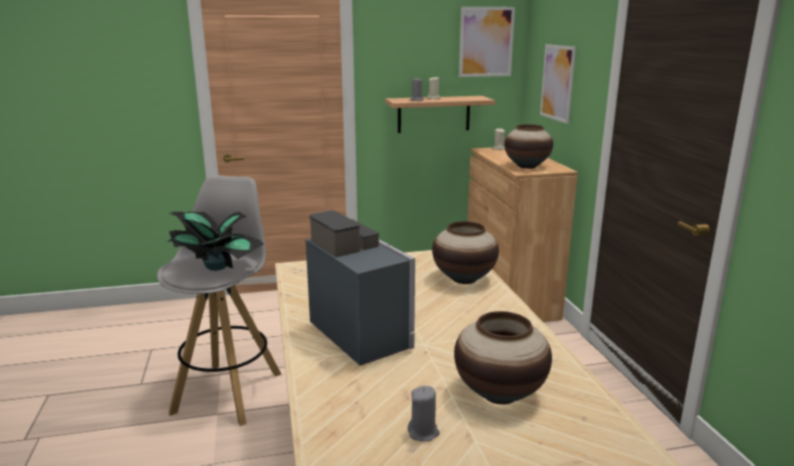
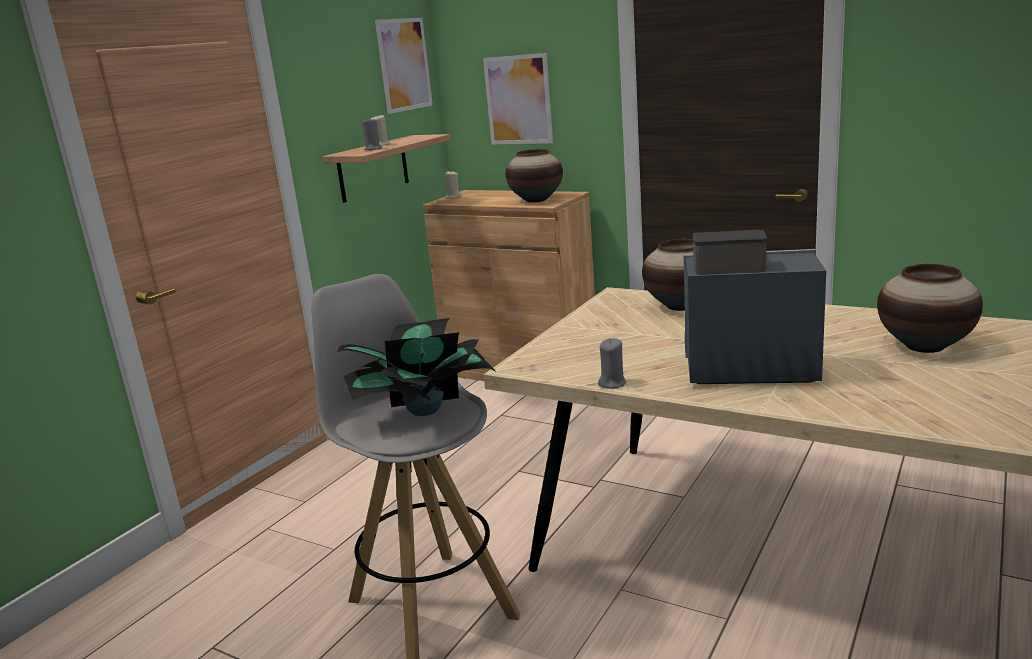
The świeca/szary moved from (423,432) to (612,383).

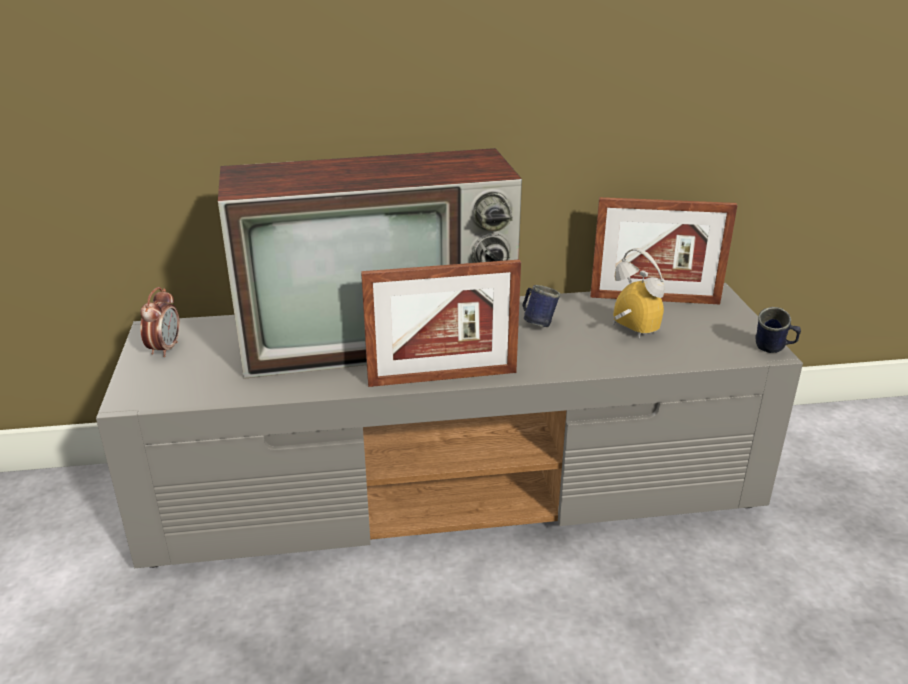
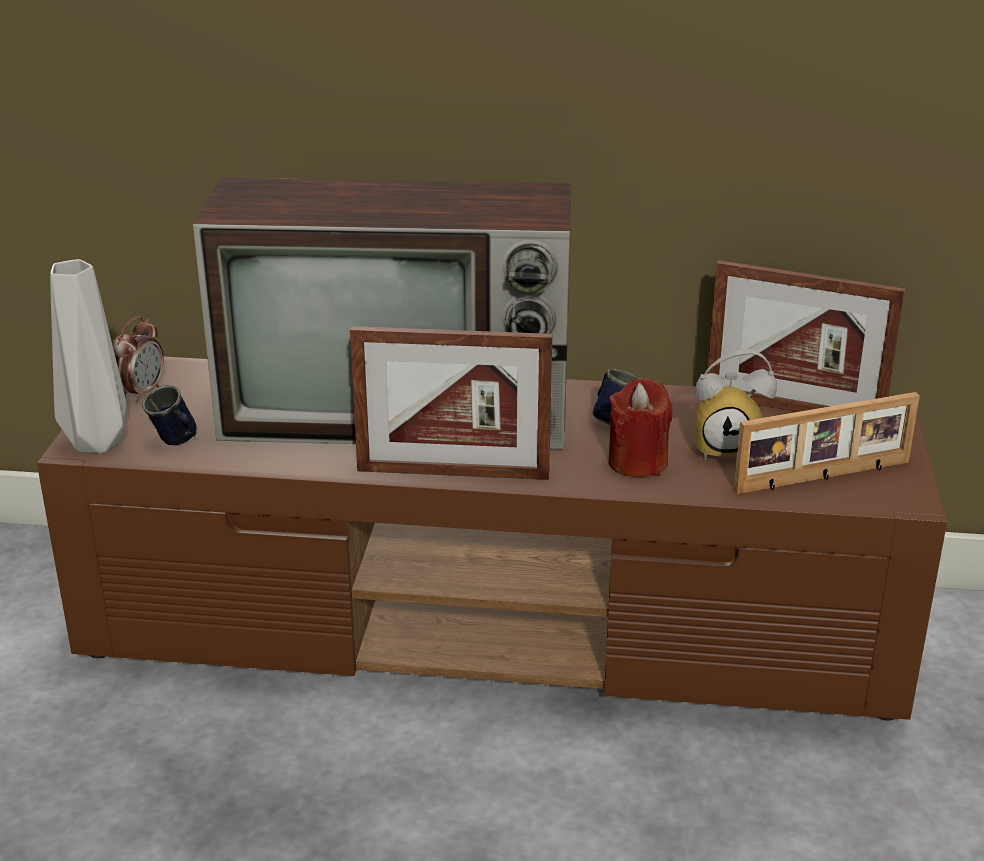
The wazon/szary at (96,445) appeared. The świeca/czerwony at (637,462) appeared. The ramka na zdjęcie at (824,477) appeared. The kubek/niebieski moved from (773,350) to (177,443). The szafka pod telewizor/szary at (457,488) became the szafka pod telewizor/brązowy at (497,628). The budzik at (628,331) turned 120 degrees clockwise.

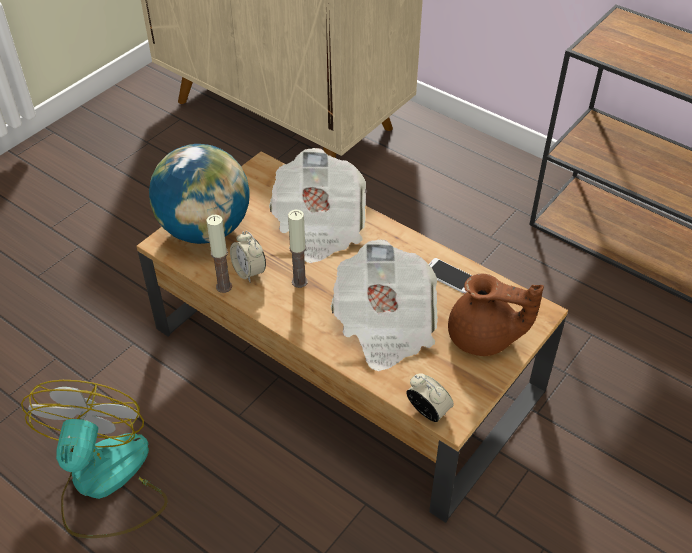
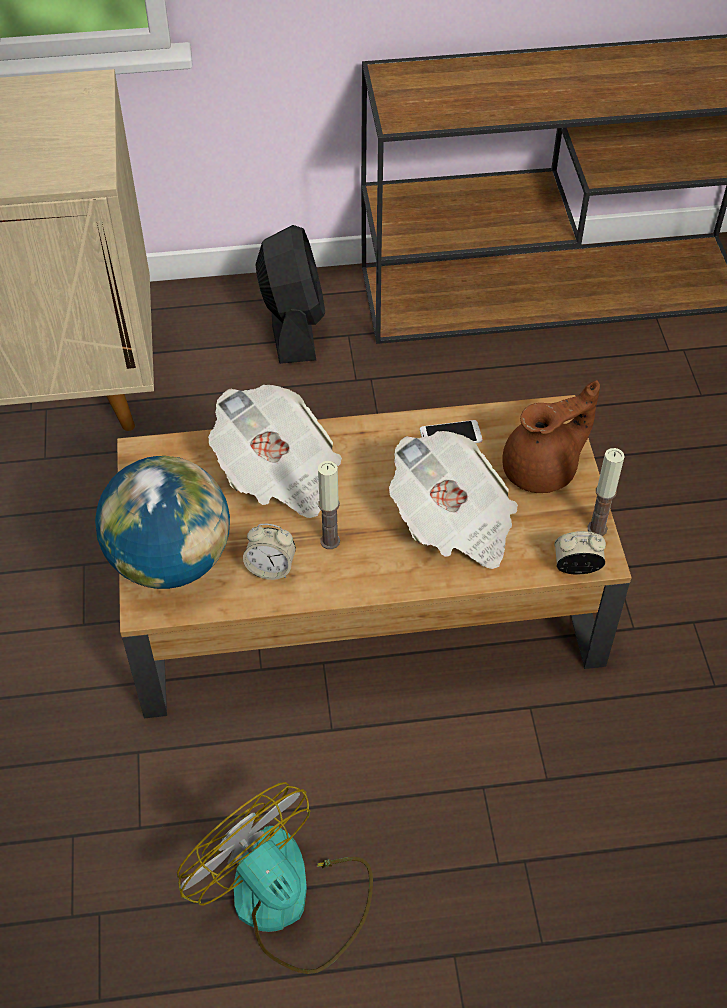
The wentylator/czarny at (293,324) appeared. The świeca moved from (224,286) to (597,528).

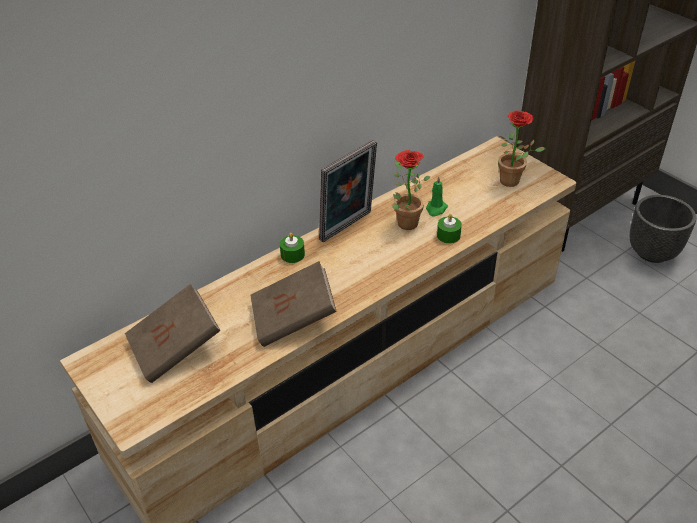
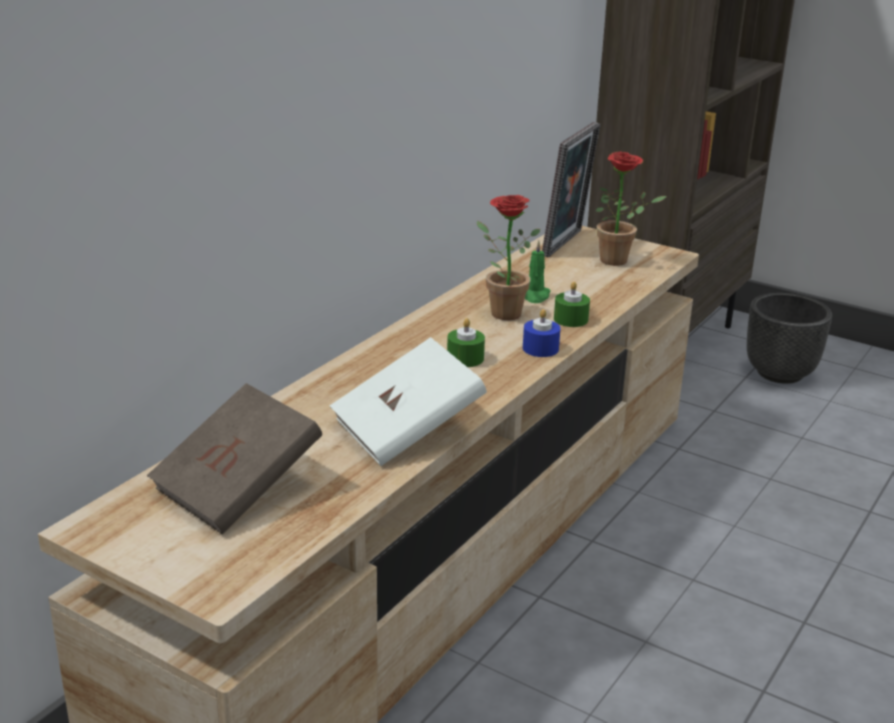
The świeca/niebieski at (540,348) appeared. The świeca/zielony moved from (292,255) to (465,358). The ramka na zdjęcie moved from (348,227) to (567,244). The książka/brązowy at (293,319) became the książka/biały at (407,430).

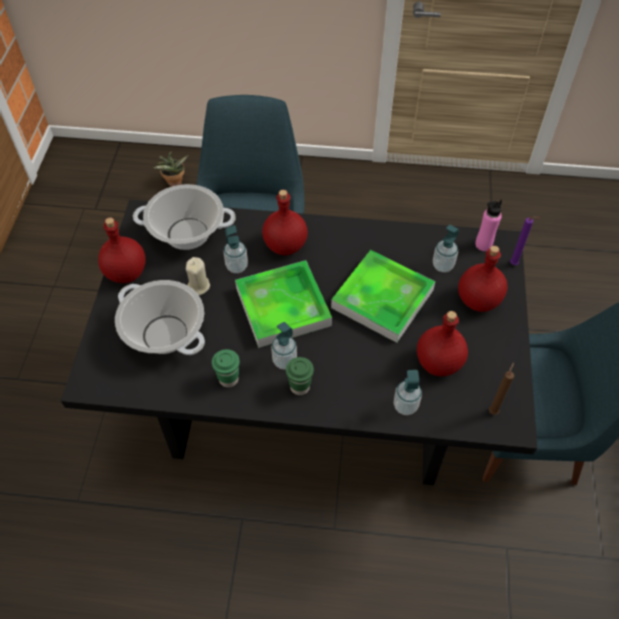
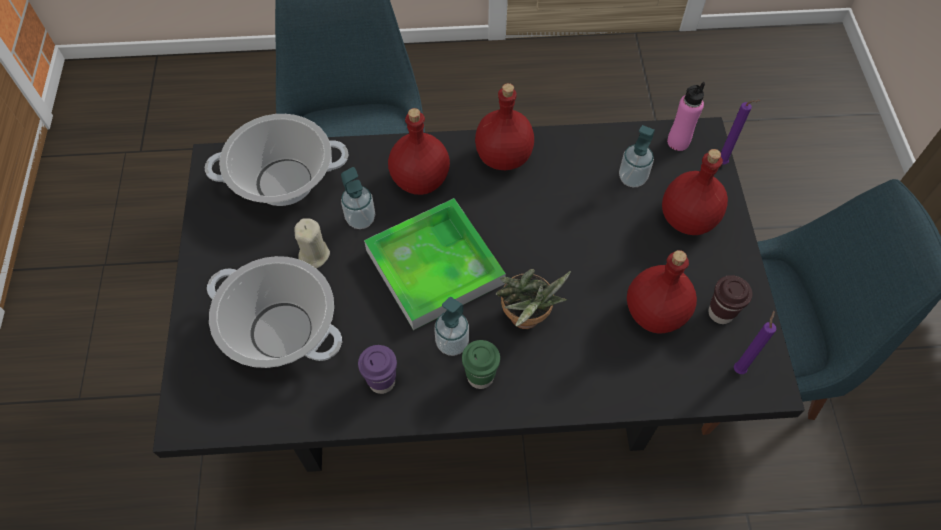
The taca at (382,299) disappeared. The dozownik mydła at (405,406) disappeared. The filiżanka/brązowy at (720,313) appeared. The butelka/czerwony moved from (127,273) to (504,157). The roślina doniczkowa moved from (174,183) to (526,320). The filiżanka/zielony at (228,379) became the filiżanka/fioletowy at (382,381). The świeca/brązowy at (493,410) became the świeca/fioletowy at (739,368).

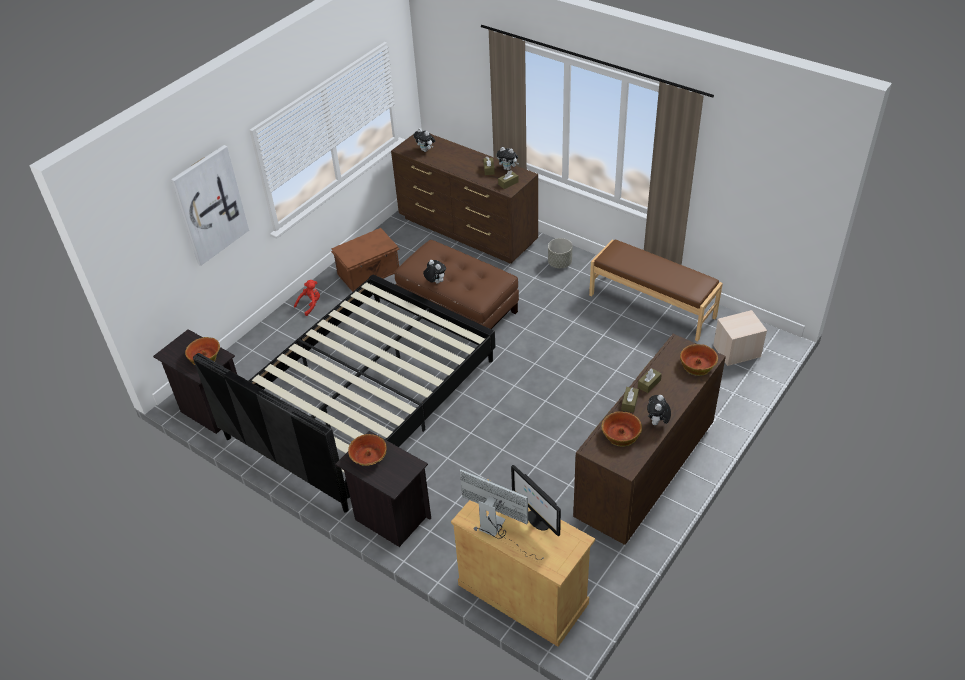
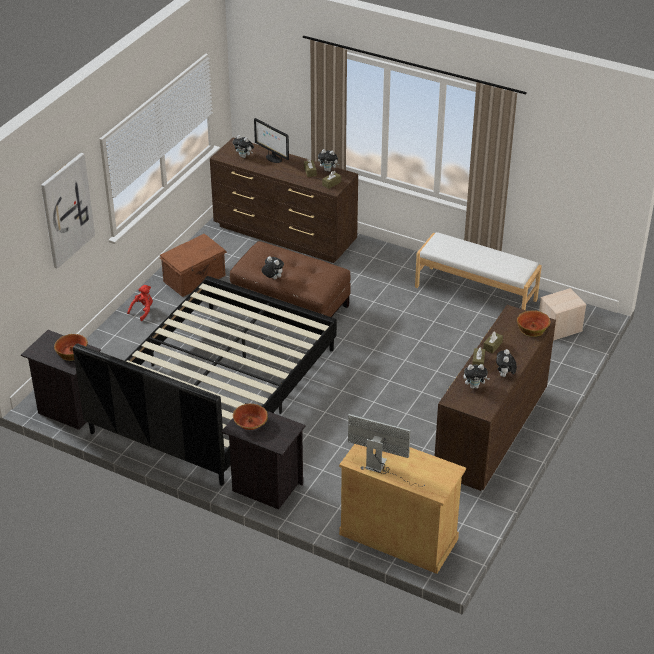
The donica/szary at (560,263) disappeared. The monitor moved from (537,520) to (273,158). The miska at (621,433) was replaced by the pluszak at (474,386). The ławka/brązowy at (652,305) became the ławka/biały at (476,293).

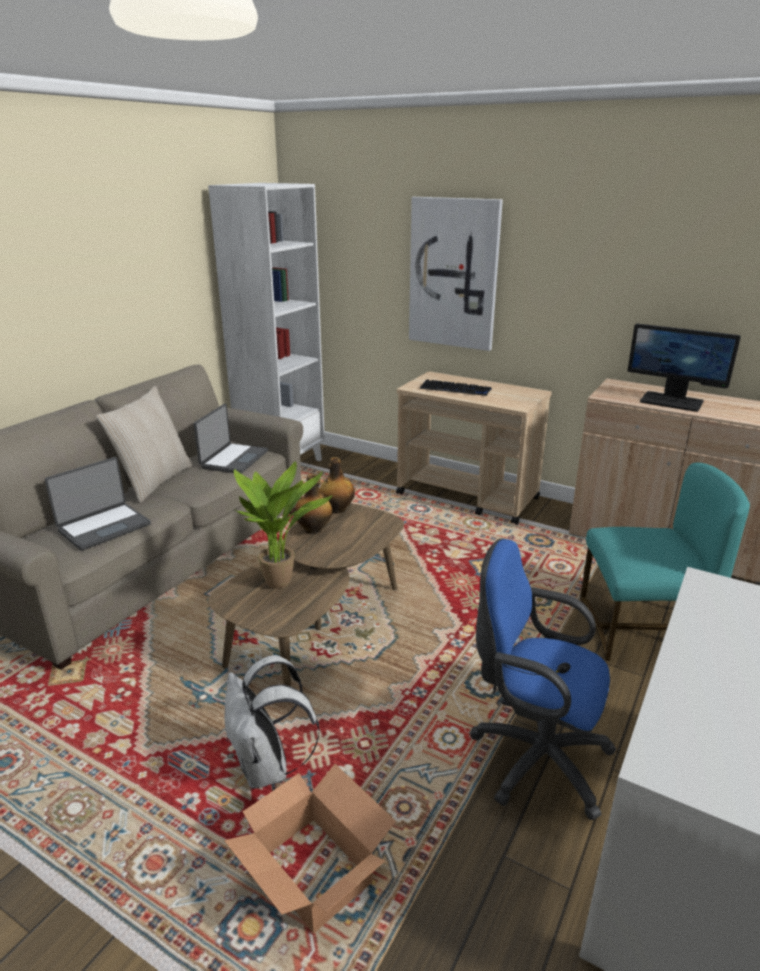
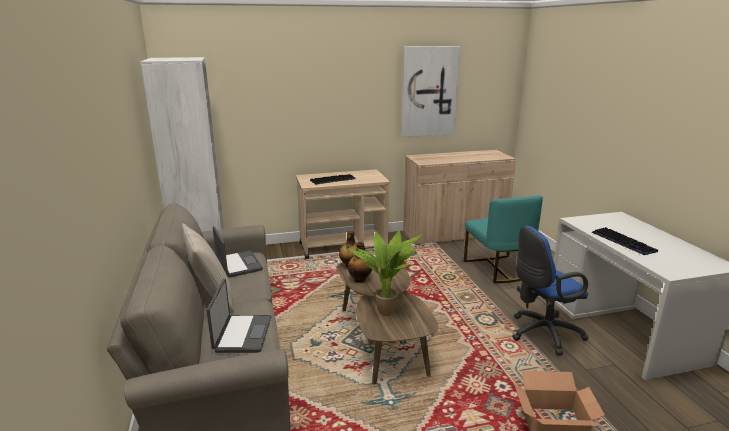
The plecak/biały at (267,767) disappeared. The monitor at (672,401) disappeared. The klawiatura at (623,242) appeared. The obraz moved from (454,274) to (429,91). The krzesło/turkusowy at (642,628) turned 120 degrees clockwise.

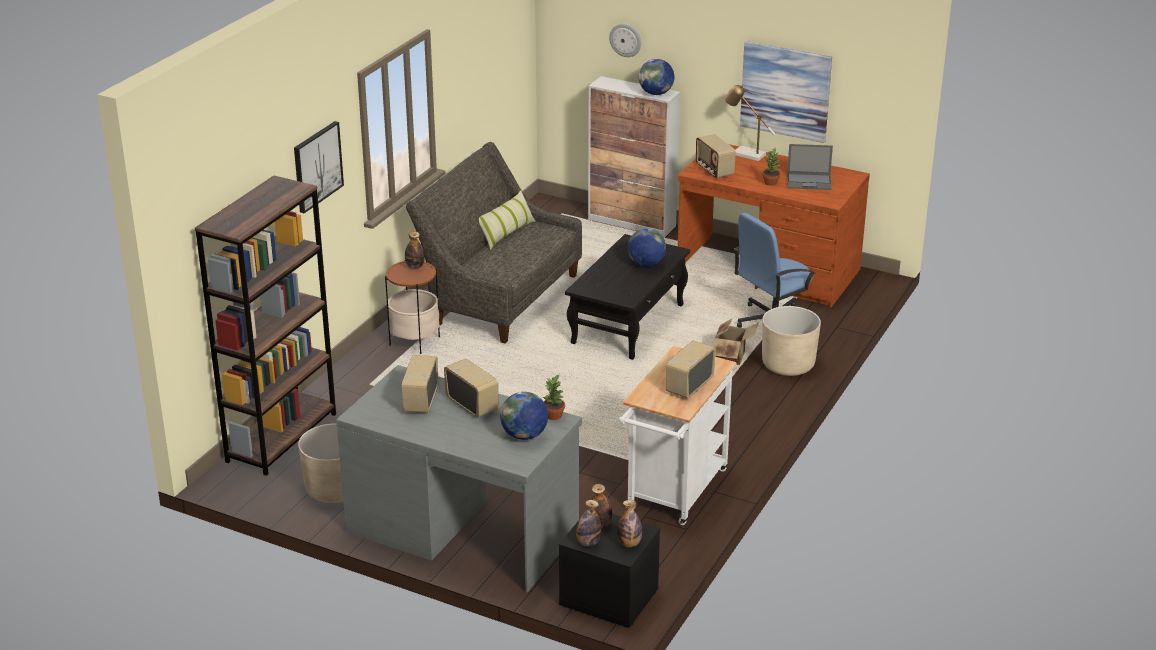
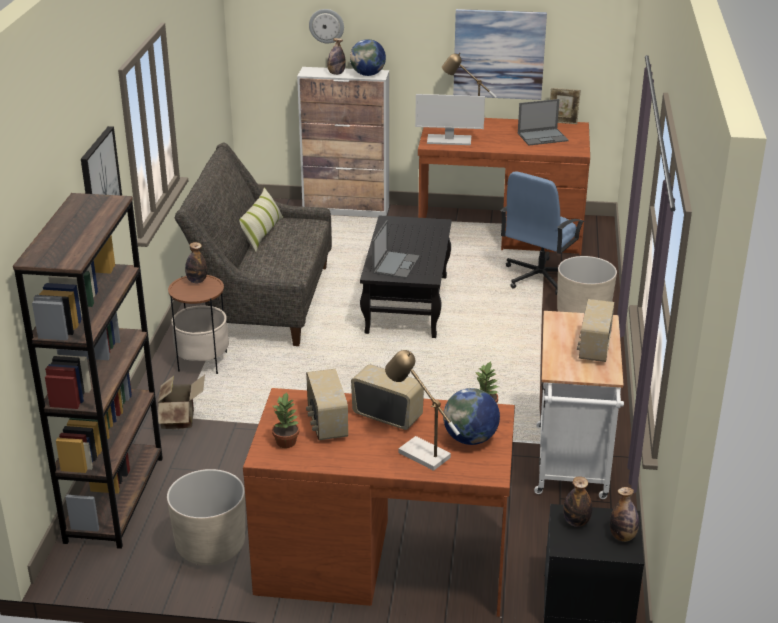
The globus at (646,264) disappeared. The laptop at (396,264) appeared. The lampa stołowa at (418,453) appeared. The ramka na zdjęcie at (562,122) appeared. The butelka moved from (588,542) to (336,73). The karton moved from (732,357) to (181,419). The roślina doniczkowa moved from (771,183) to (287,442). The radio at (714,171) was replaced by the monitor at (448,140). The biurko/szary at (462,530) became the biurko/brązowy at (382,560).

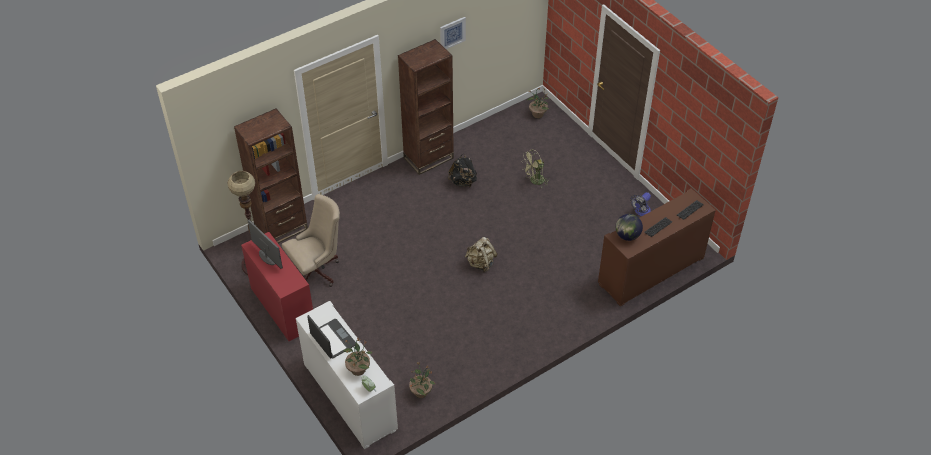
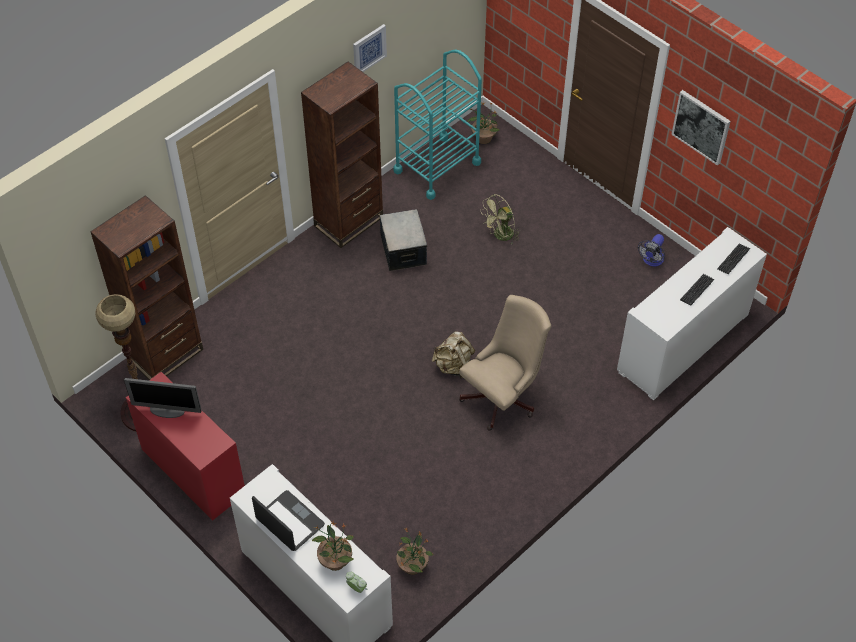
The globus at (627,236) disappeared. The wózek/turkusowy at (437,167) appeared. The obraz at (701,126) appeared. The krzesło biurowe/beżowy moved from (317,270) to (503,396). The plecak/czarny at (463,182) was replaced by the pojemnik do przechowywania at (403,250). The szafka/brązowy at (651,270) became the szafka/biały at (683,343). The monitor at (267,257) turned 150 degrees clockwise.

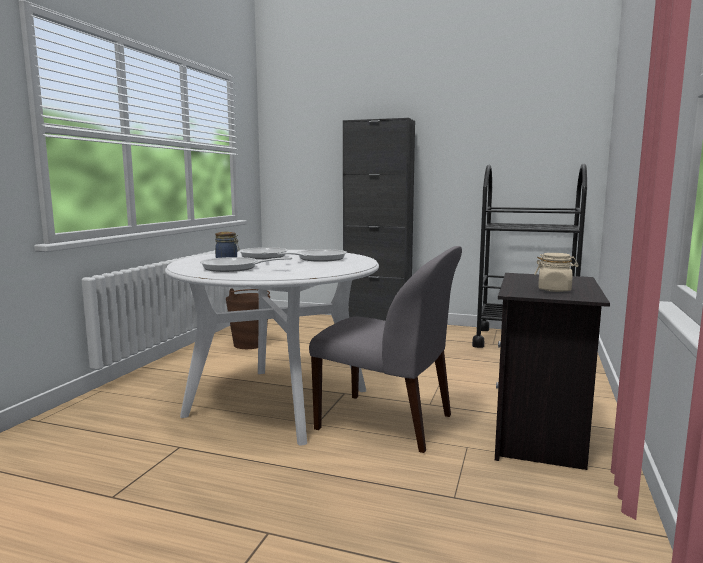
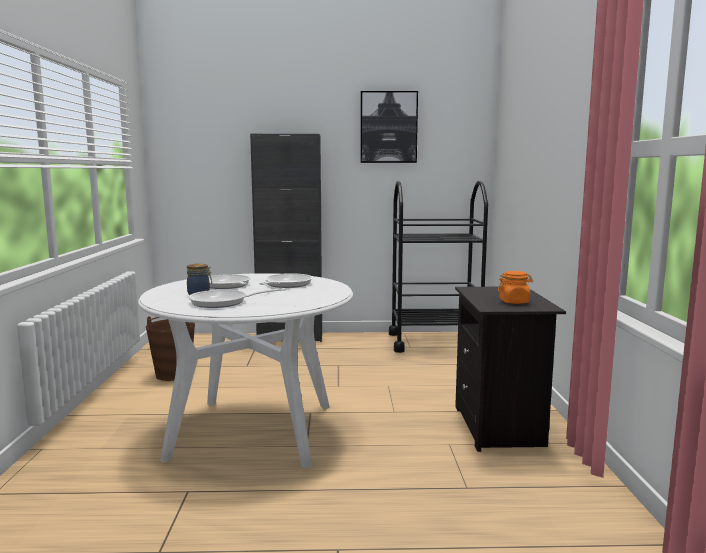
The krzesło/szary at (387,423) disappeared. The obraz at (388,127) appeared. The słoik/beżowy at (554,290) became the słoik/pomarańczowy at (514,302).

